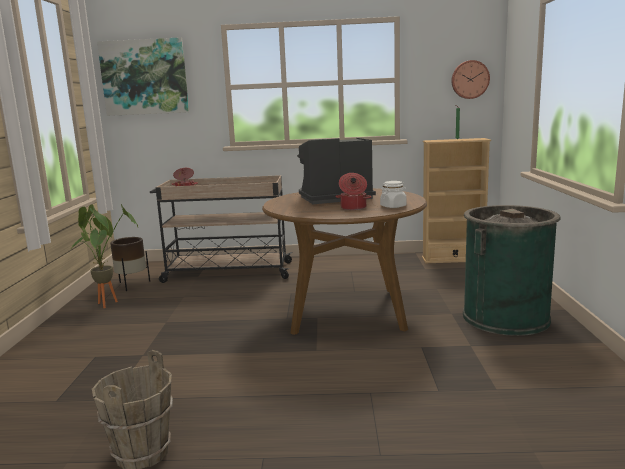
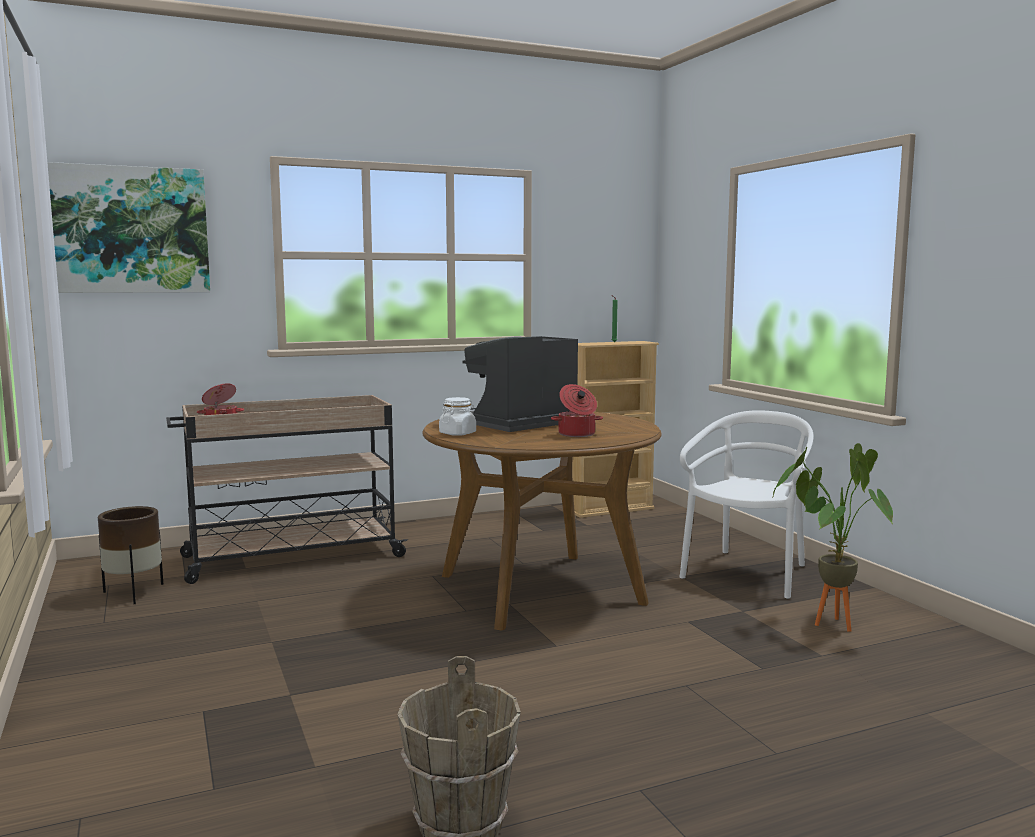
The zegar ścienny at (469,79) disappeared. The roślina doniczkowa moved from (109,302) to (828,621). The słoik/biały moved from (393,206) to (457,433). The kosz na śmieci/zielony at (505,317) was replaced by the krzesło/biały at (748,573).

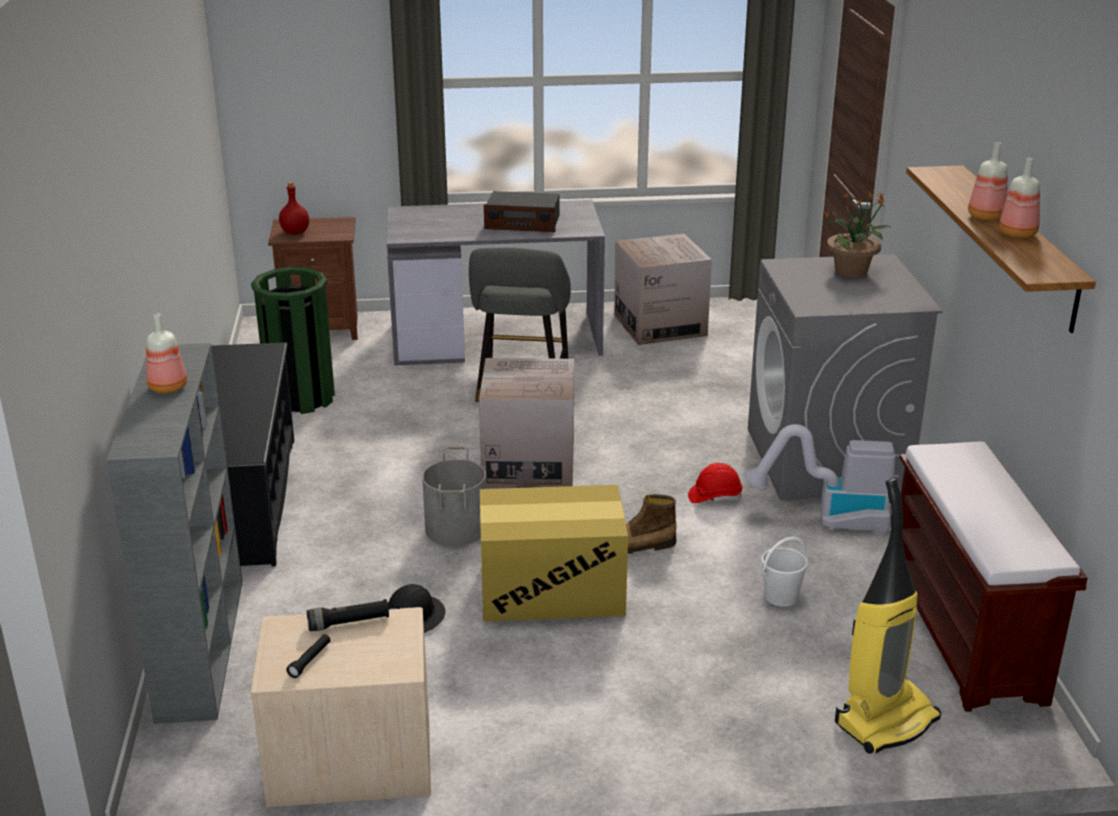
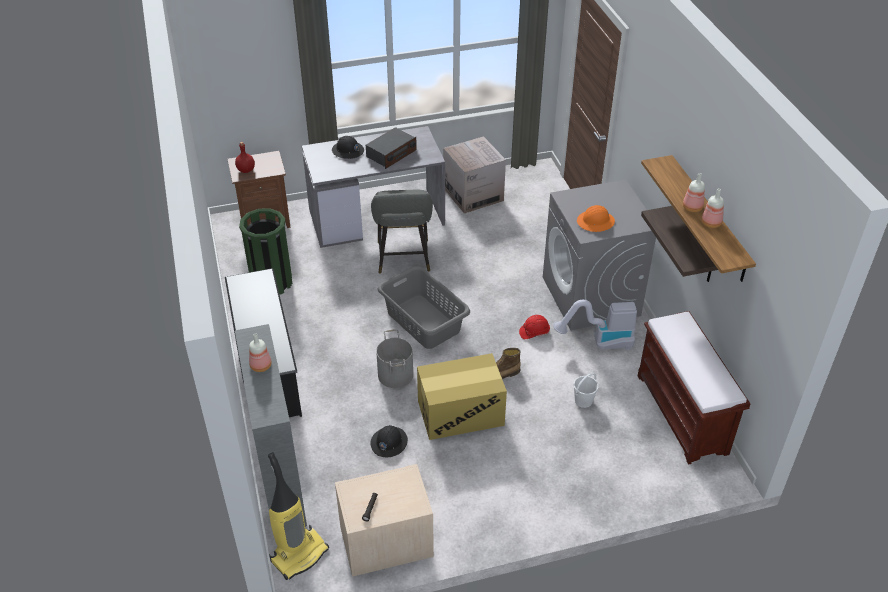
The latarka/czarny at (348,623) disappeared. The roślina doniczkowa at (852,271) disappeared. The kask/czarny at (348,151) appeared. The kask/pomarańczowy at (595,222) appeared. The półka at (695,246) appeared. The odkurzacz moved from (885,720) to (299,554). The karton at (528,465) was replaced by the kosz na pranie/szary at (424,321). The radio at (522,223) turned 45 degrees counterclockwise.

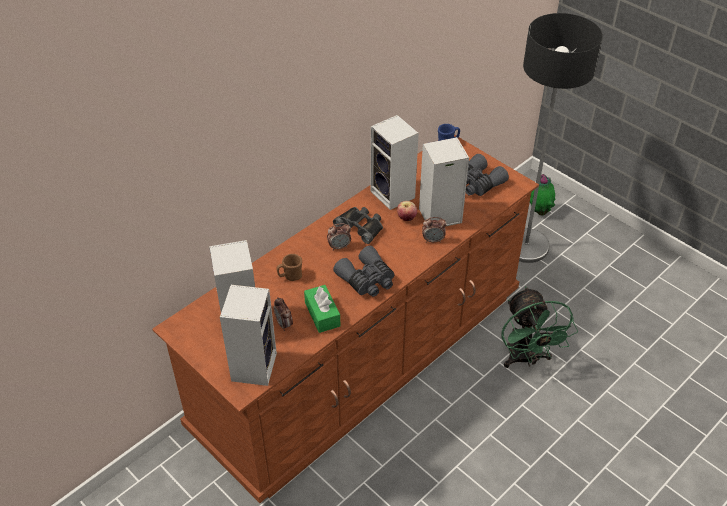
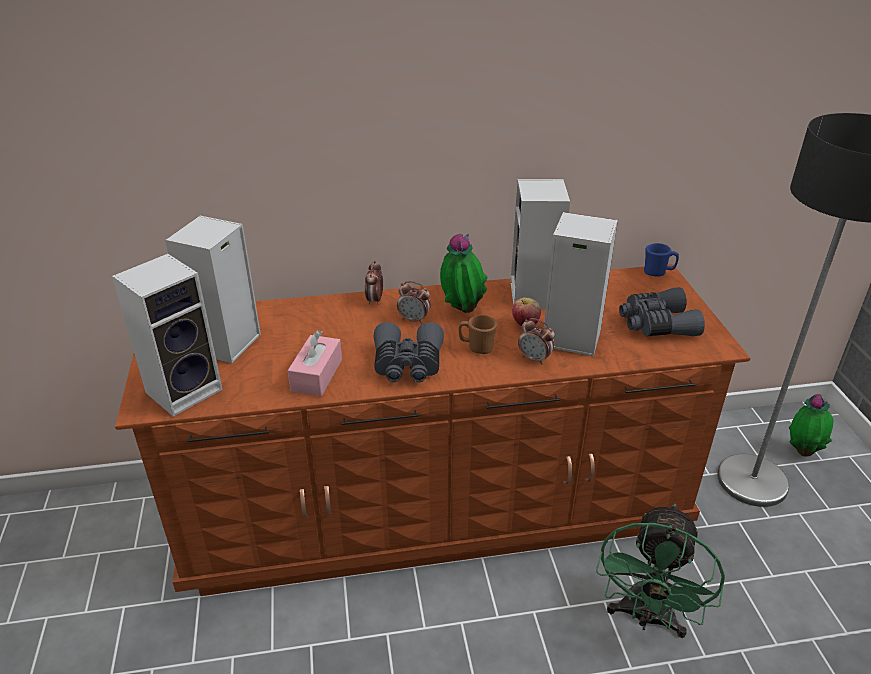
The budzik moved from (284,324) to (375,300). The kubek/brązowy moved from (290,276) to (477,347). The lornetka/czarny at (361,226) was replaced by the roślina doniczkowa at (461,311). The pudełko chusteczek/zielony at (322,314) became the pudełko chusteczek/różowy at (317,375).

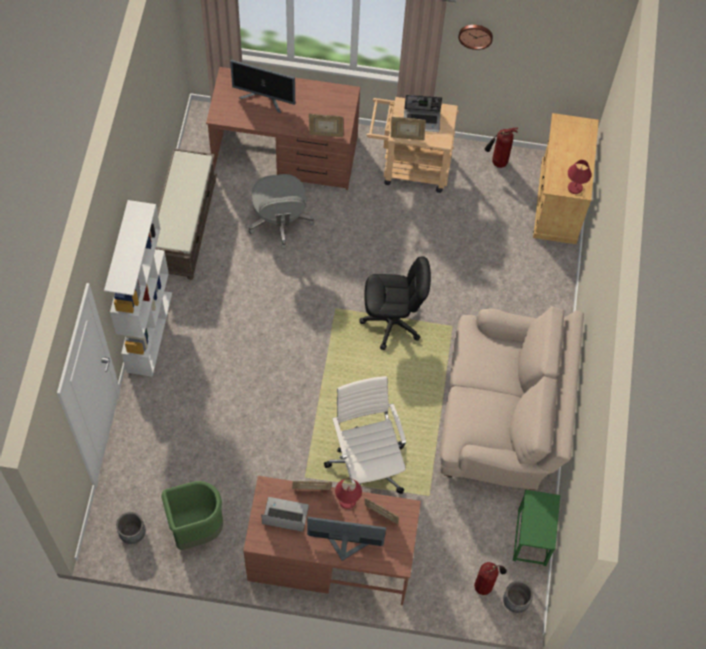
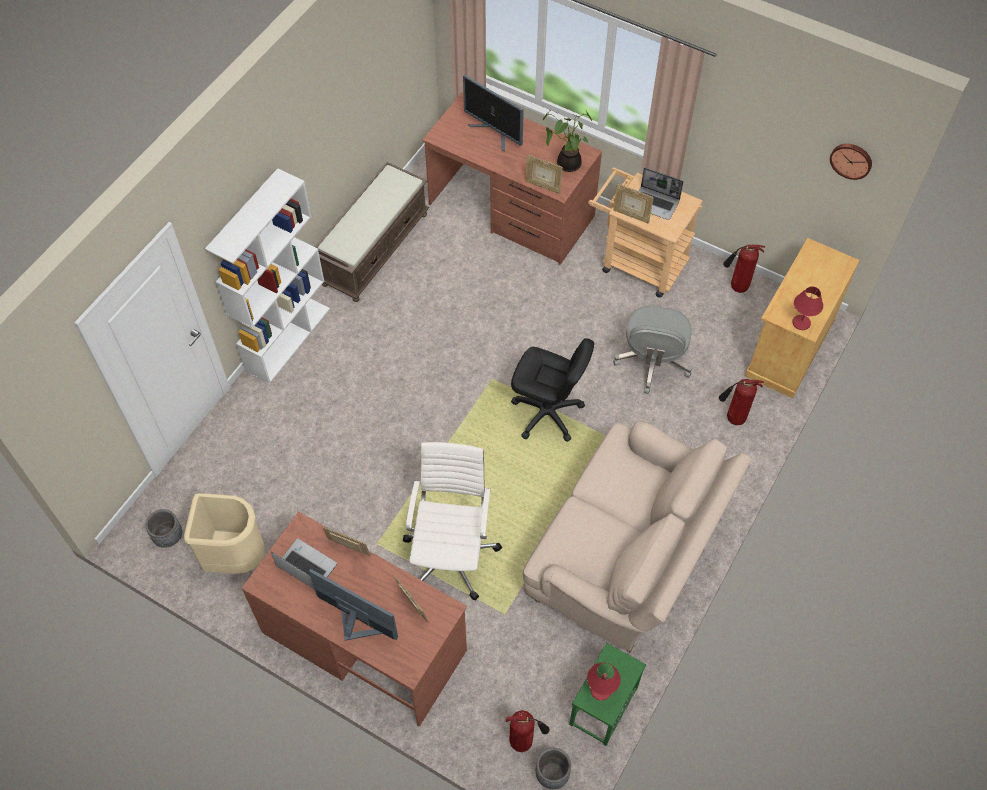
The roślina doniczkowa at (566,163) appeared. The gaśnica at (733,419) appeared. The krzesło biurowe/szary moved from (280,221) to (652,361). The lampa stołowa/czerwony moved from (347,501) to (600,690). The zegar ścienny moved from (475,35) to (851,160). The kosz na śmieci/zielony at (196,529) became the kosz na śmieci/beżowy at (235,557).

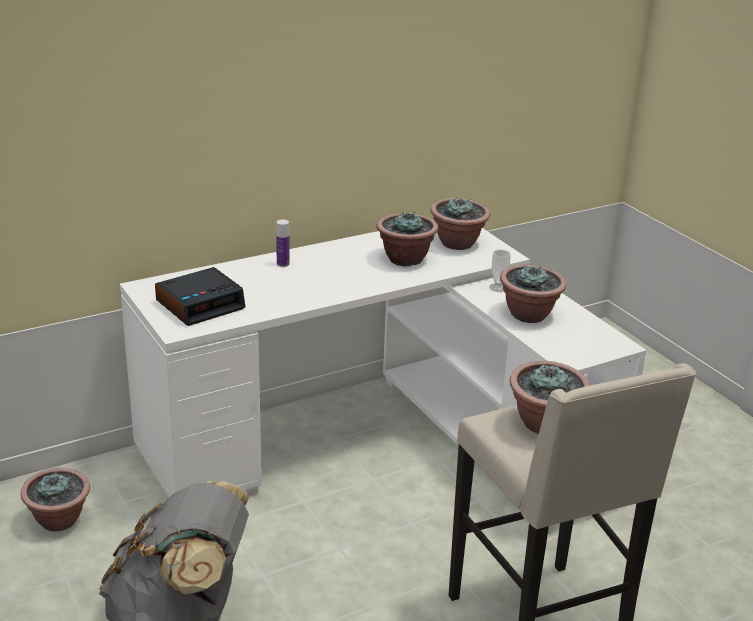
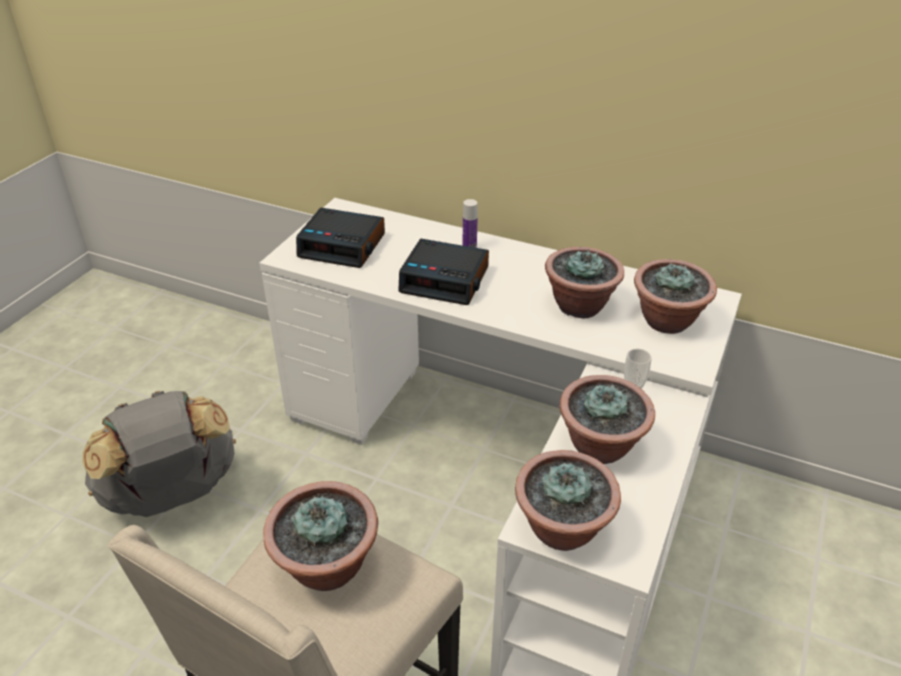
The budzik at (445,280) appeared. The roślina doniczkowa moved from (59,520) to (563,530).

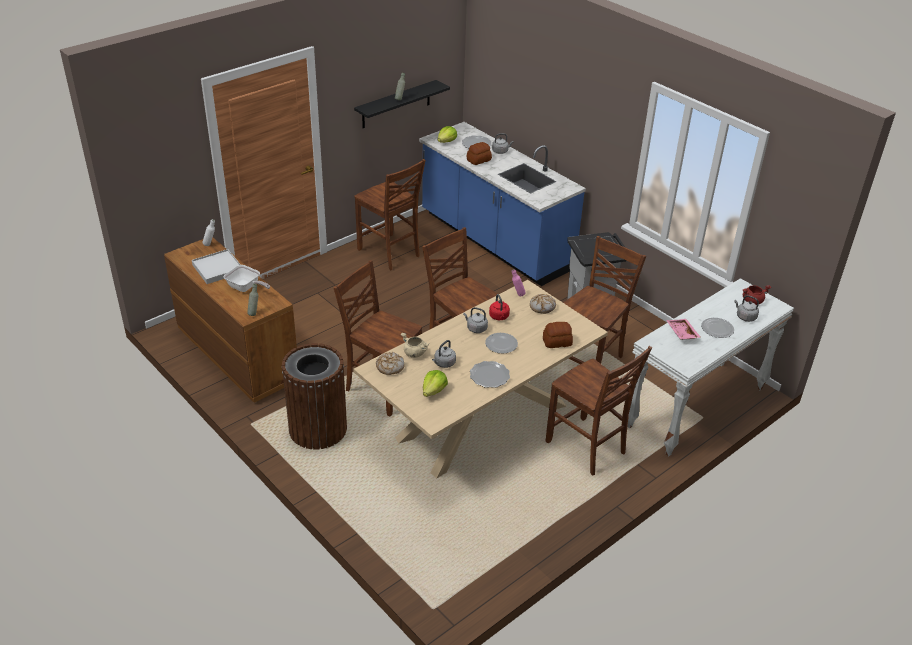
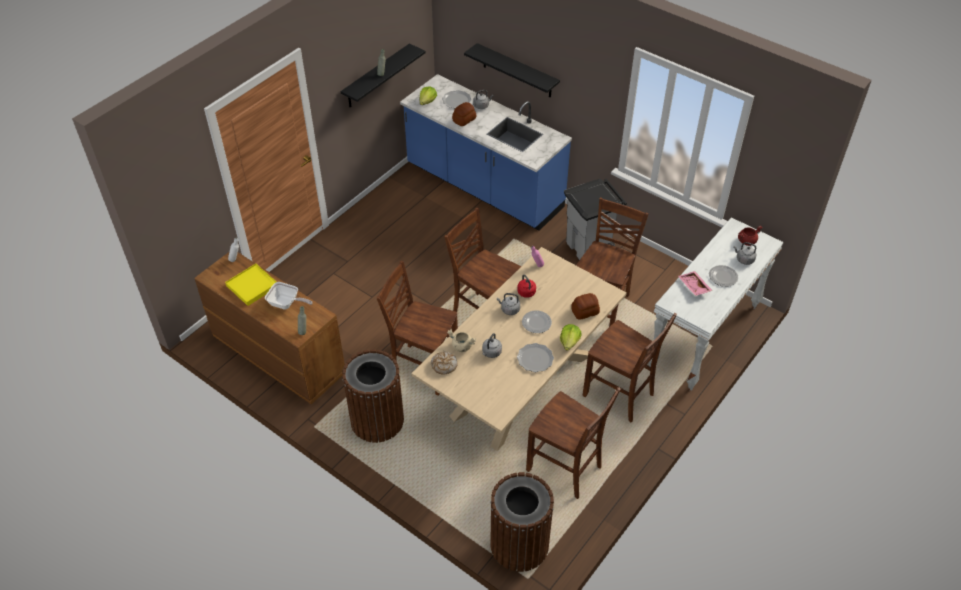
The chleb at (542,307) disappeared. The półka/czarny at (517,71) appeared. The kosz na śmieci/brązowy at (519,544) appeared. The krzesło/brązowy moved from (390,253) to (565,469). The sałata moved from (434,391) to (569,342). The taca/biały at (217,268) became the taca/żółty at (252,286).

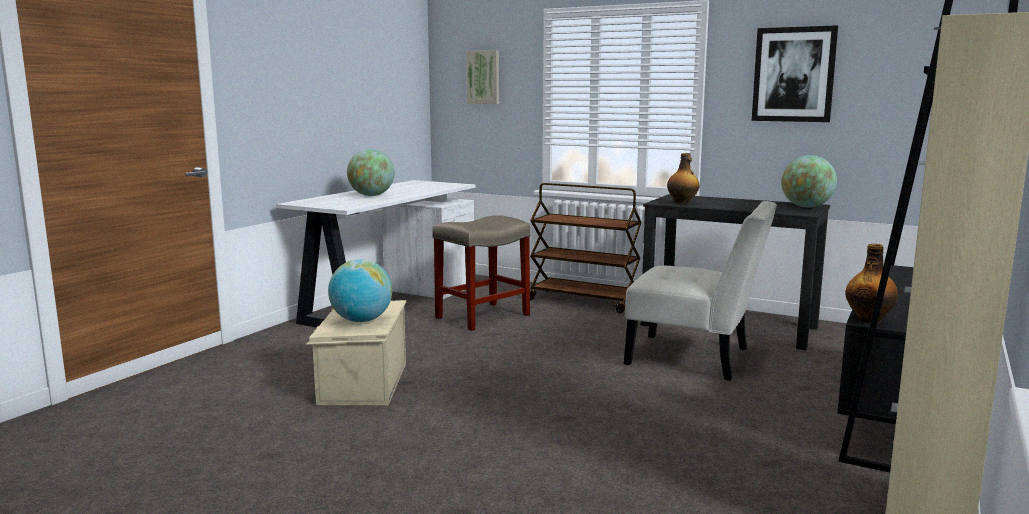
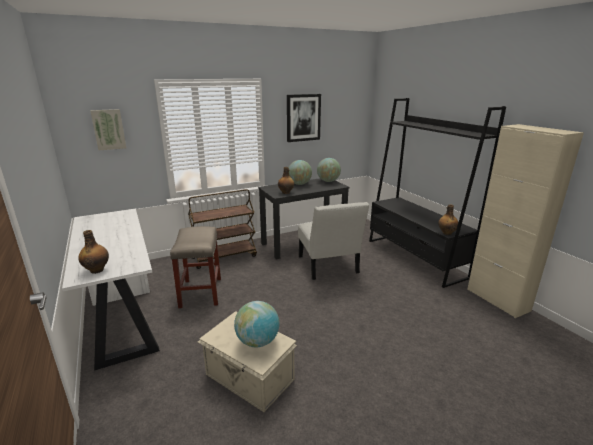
The butelka at (97,270) appeared. The globus moved from (371,195) to (299,184). The krzesło/biały at (695,358) turned 105 degrees clockwise.

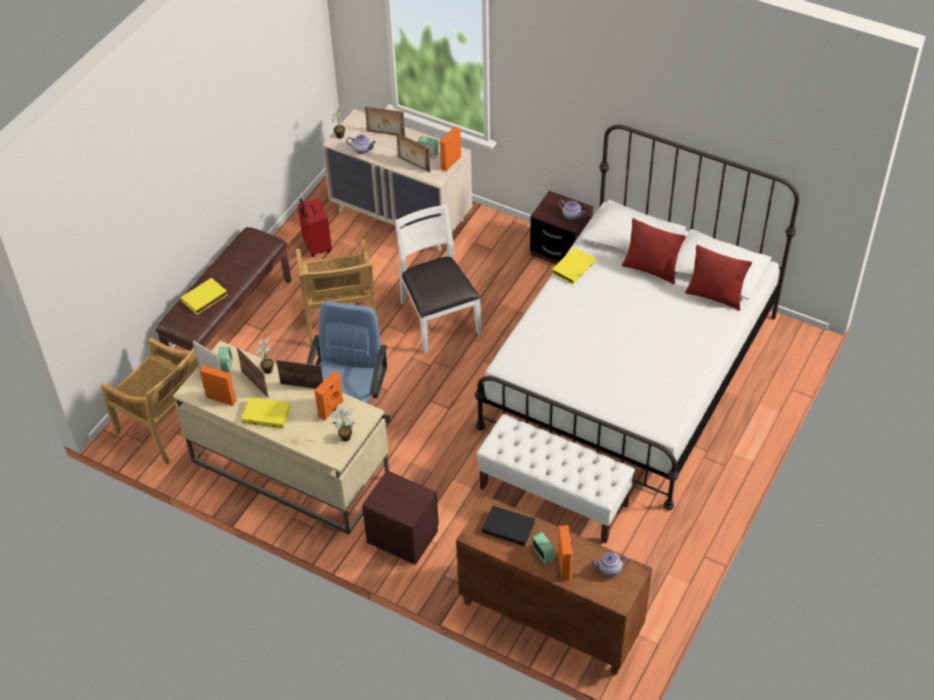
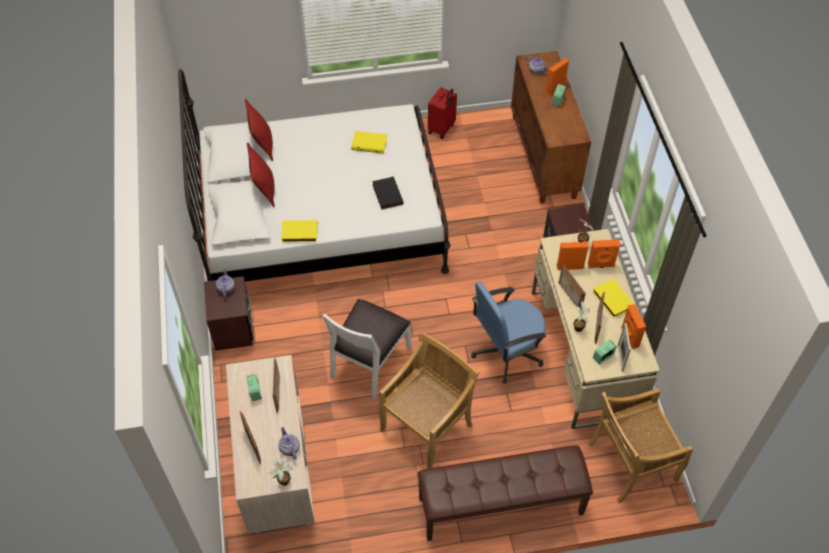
The ławka/biały at (554,496) disappeared. The książka/żółty moved from (205,298) to (369,143). The walizka/czerwony moved from (316,246) to (442,129). The głośnik/pomarańczowy moved from (450,162) to (601,265). The książka/czarny moved from (509,526) to (386,194). The krzesło/beżowy at (166,426) turned 105 degrees counterclockwise.

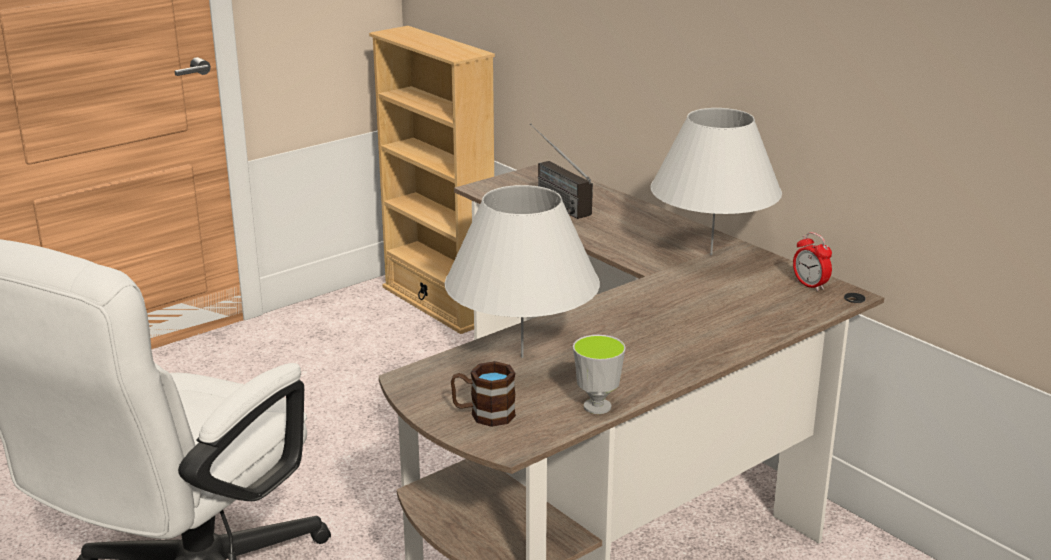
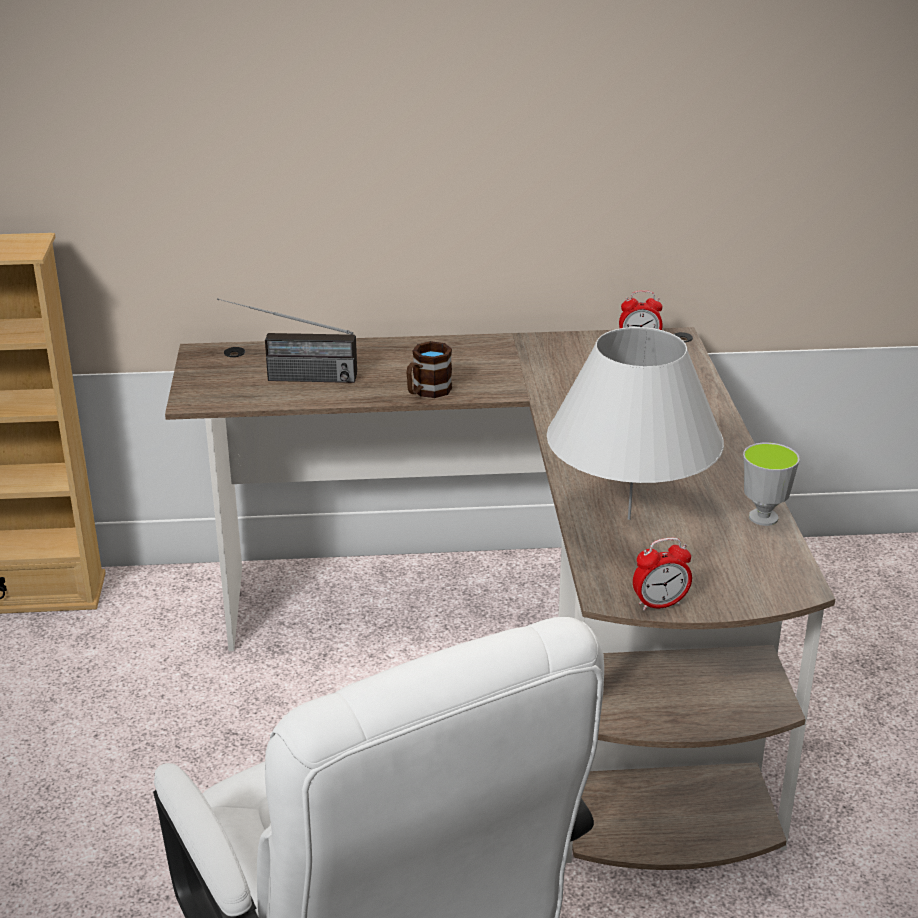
The lampa stołowa/biały at (711,254) disappeared. The budzik at (660,604) appeared. The kubek/brązowy moved from (483,414) to (427,392).

